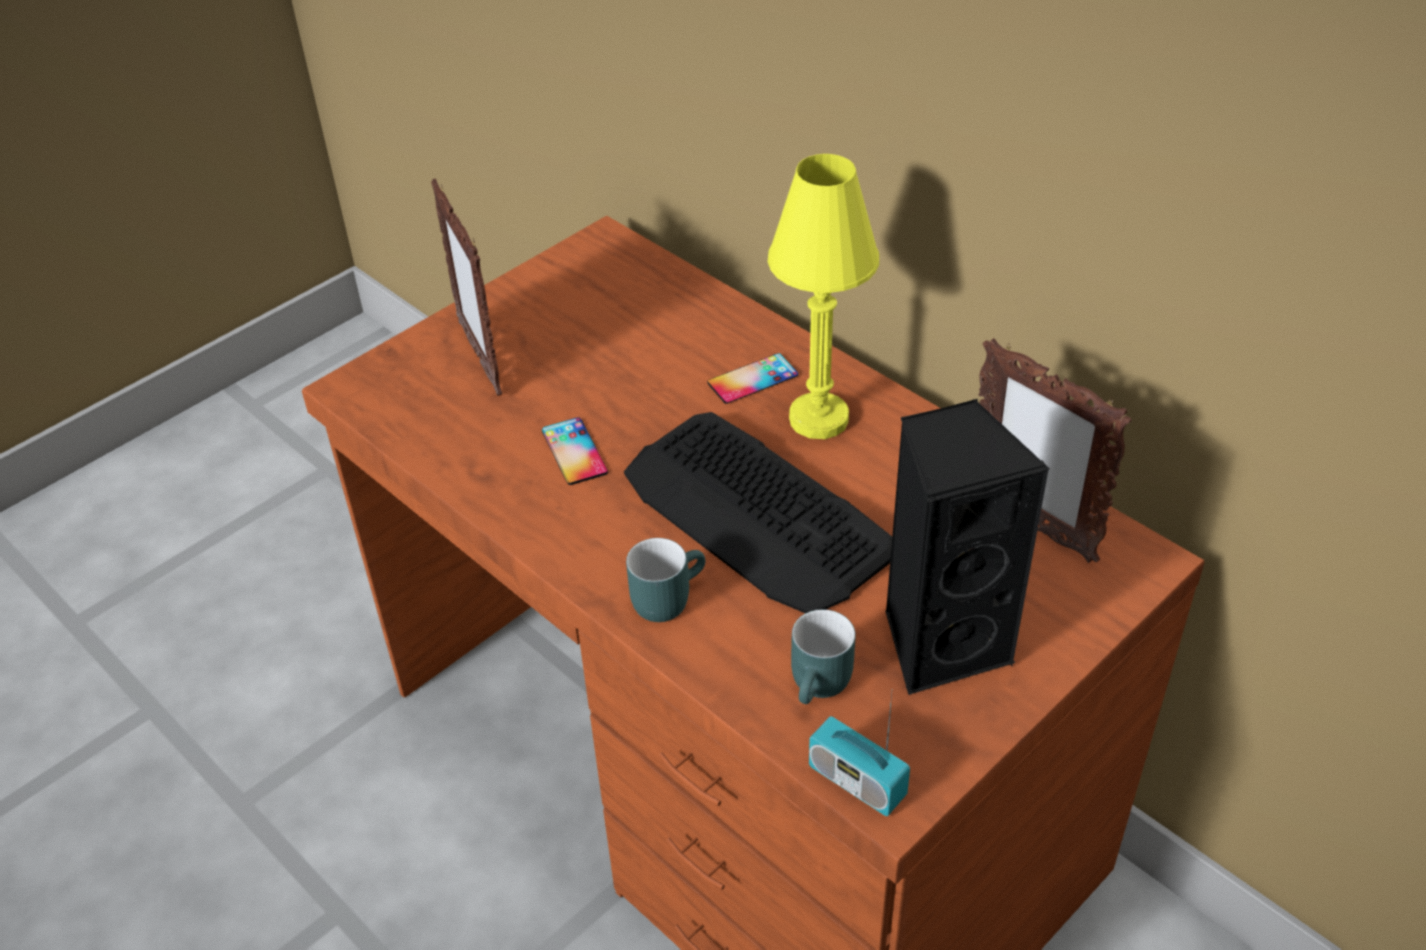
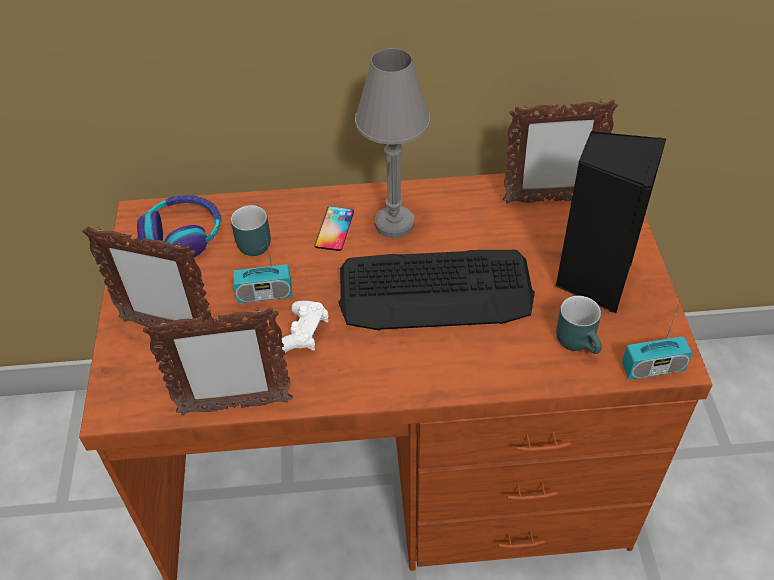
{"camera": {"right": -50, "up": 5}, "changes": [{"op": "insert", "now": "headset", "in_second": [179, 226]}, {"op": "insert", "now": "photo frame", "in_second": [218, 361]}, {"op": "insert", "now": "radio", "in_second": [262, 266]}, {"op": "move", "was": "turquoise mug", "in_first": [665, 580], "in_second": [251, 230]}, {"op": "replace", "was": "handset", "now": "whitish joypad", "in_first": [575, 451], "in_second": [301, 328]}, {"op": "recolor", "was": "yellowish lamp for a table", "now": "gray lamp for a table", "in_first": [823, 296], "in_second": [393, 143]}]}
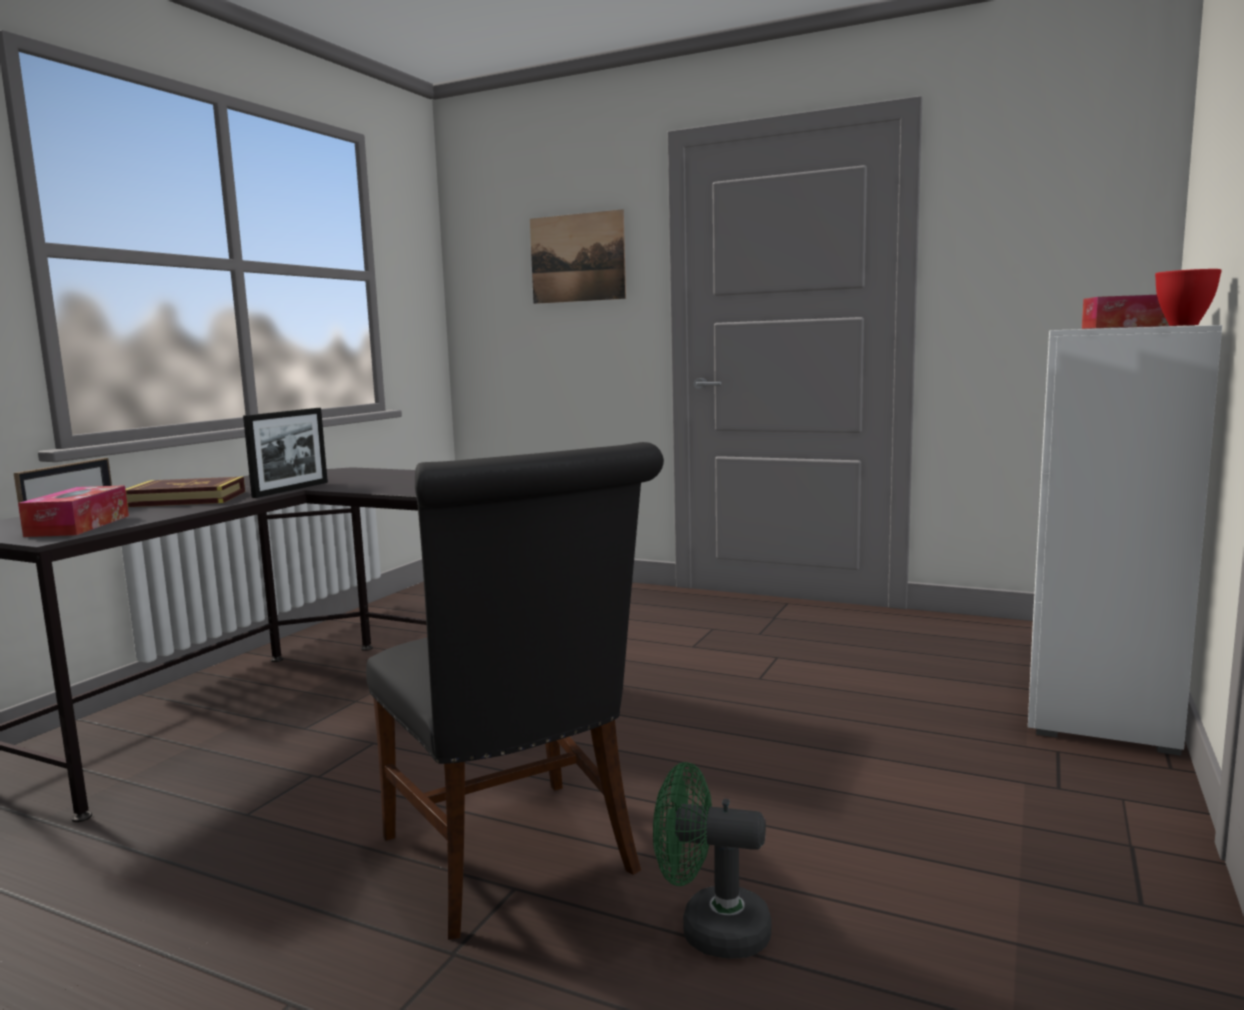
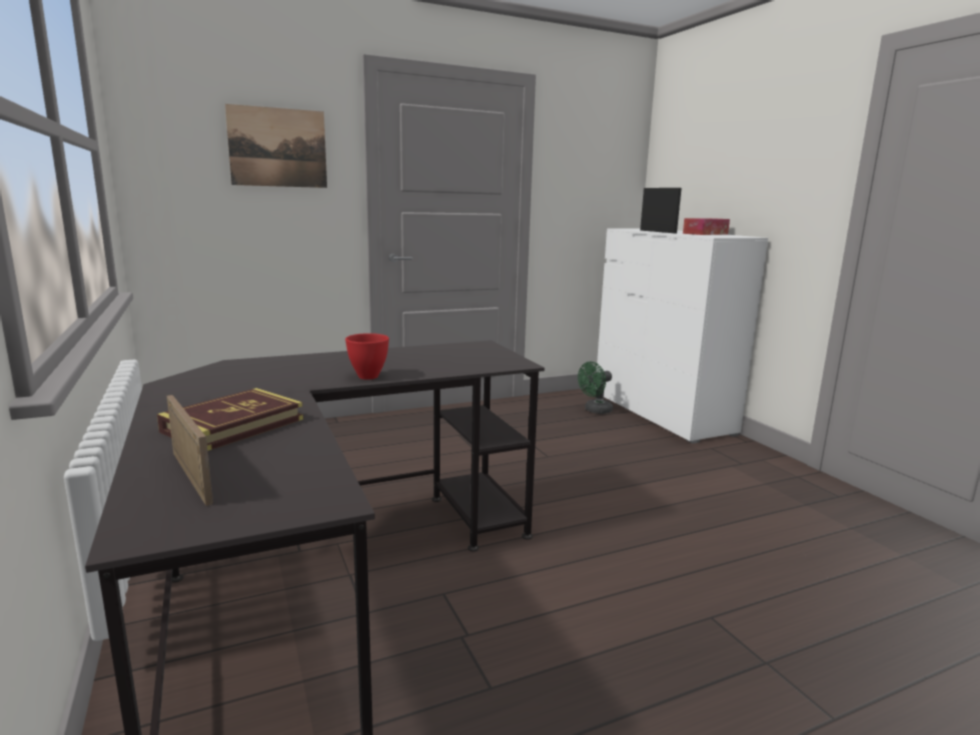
{"camera": {"right": -50, "up": 5}, "changes": [{"op": "delete", "was": "box of tissues", "in_first": [73, 511]}, {"op": "delete", "was": "black-coloured upright chair", "in_first": [515, 691]}, {"op": "move", "was": "photo frame", "in_first": [285, 453], "in_second": [661, 210]}, {"op": "move", "was": "greenish cooling fan", "in_first": [712, 860], "in_second": [595, 387]}, {"op": "move", "was": "reddish serving bowl", "in_first": [1188, 297], "in_second": [367, 356]}]}
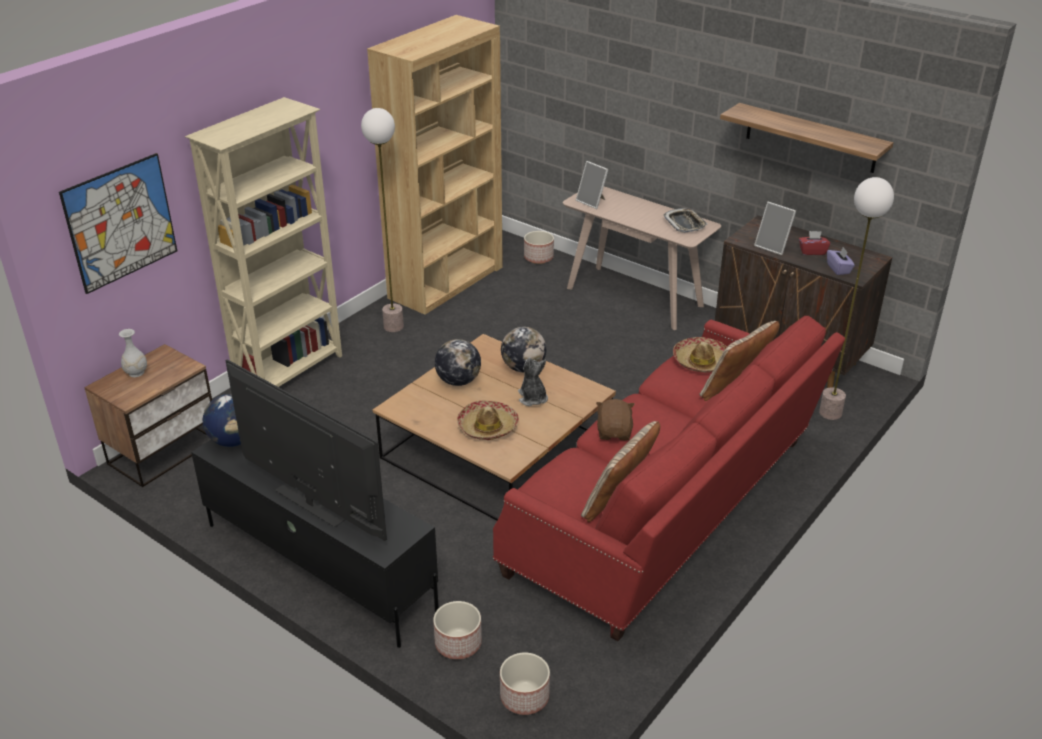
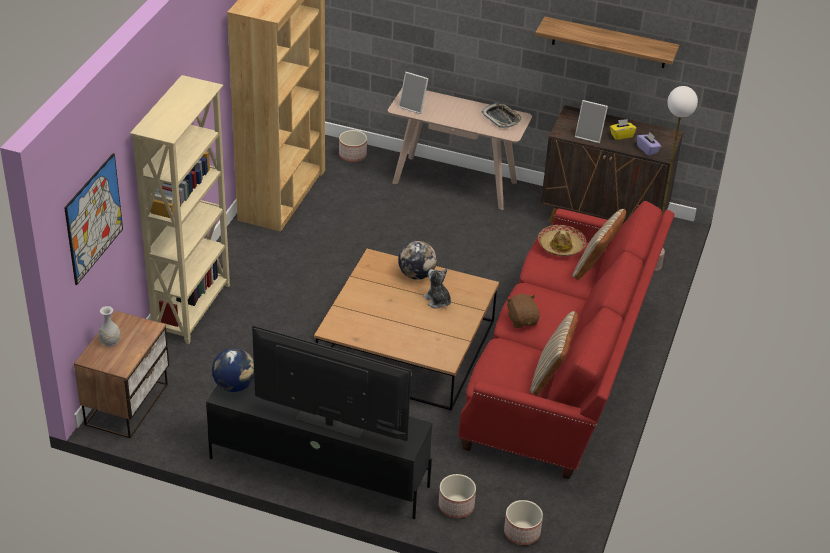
{"camera": {"right": -20, "up": 5}, "changes": [{"op": "delete", "was": "standard lamp", "in_first": [382, 220]}, {"op": "delete", "was": "desk globe", "in_first": [458, 362]}, {"op": "delete", "was": "wearable hat", "in_first": [488, 420]}, {"op": "recolor", "was": "reddish box of tissues", "now": "yellowish box of tissues", "in_first": [815, 243], "in_second": [623, 129]}]}
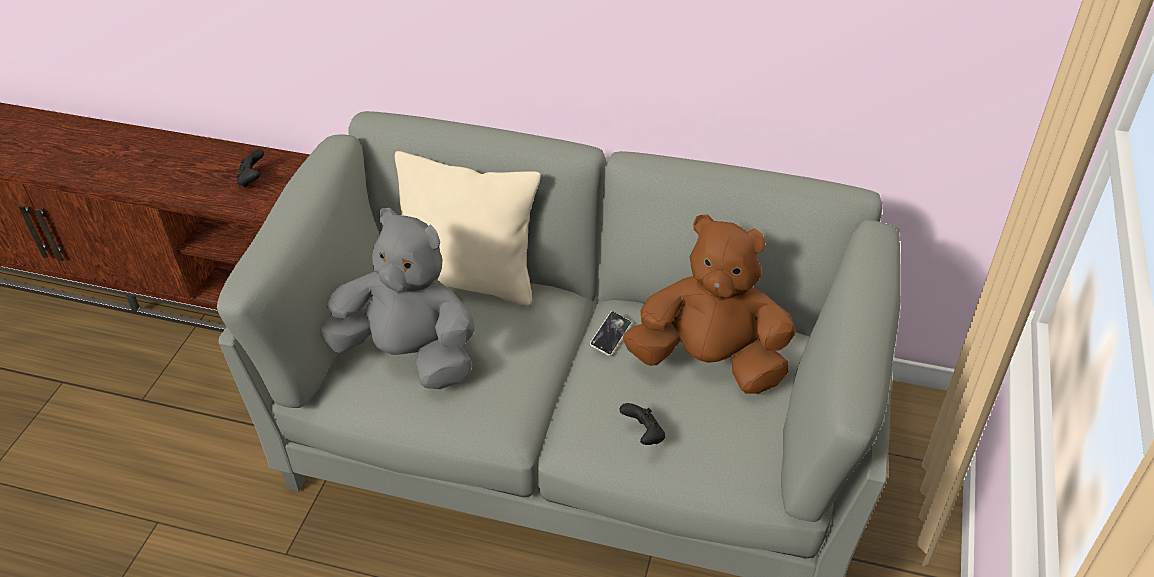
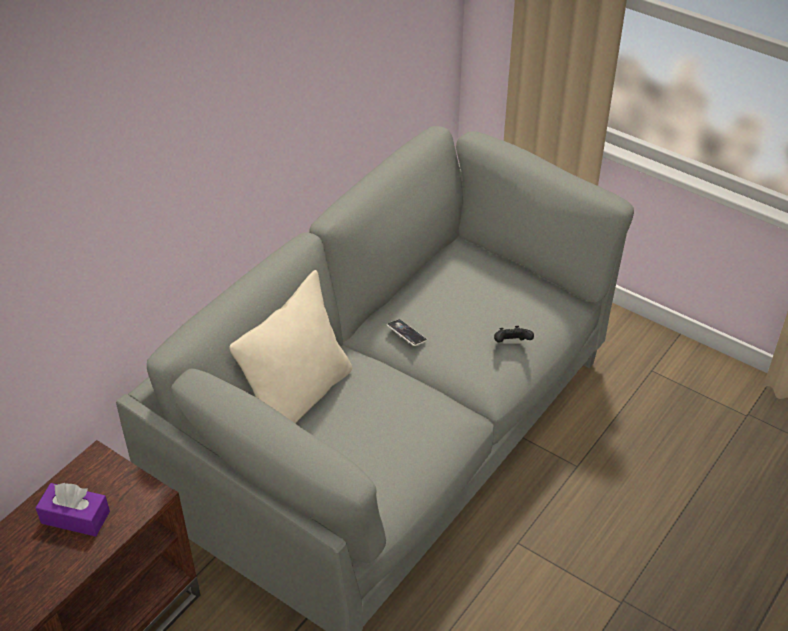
{"camera": {"right": -70, "up": 0}, "changes": [{"op": "delete", "was": "gray soft toy", "in_first": [397, 298]}, {"op": "delete", "was": "brownish soft toy", "in_first": [709, 304]}, {"op": "replace", "was": "black-coloured joypad", "now": "purplish box of tissues", "in_first": [250, 168], "in_second": [73, 510]}]}
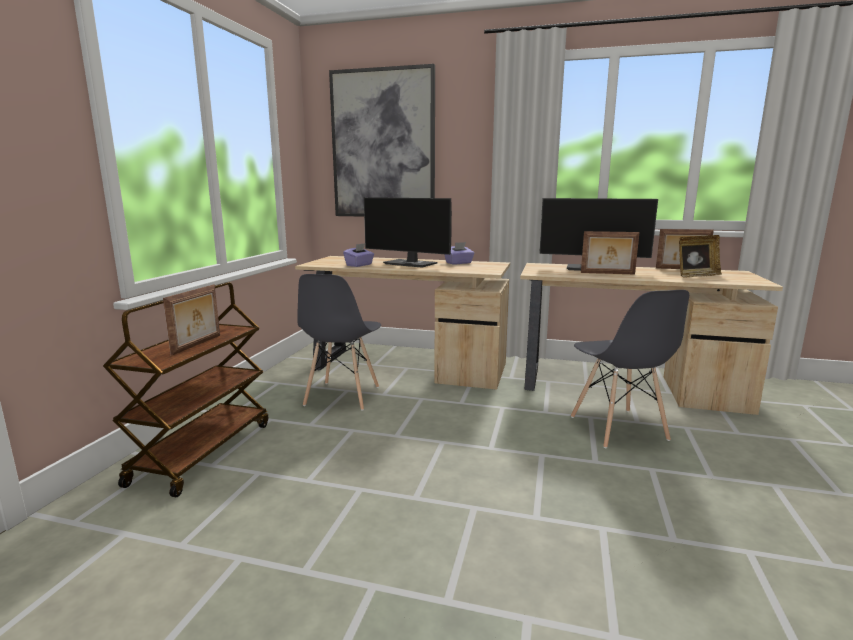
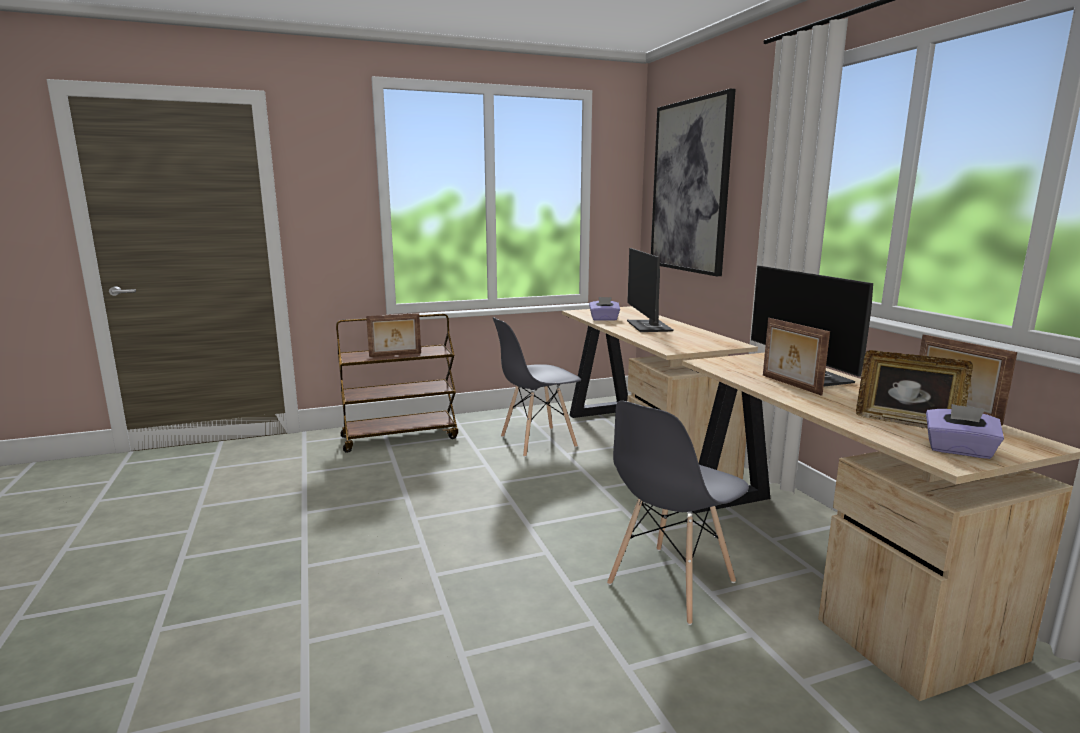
{"camera": {"right": 55, "up": 0}, "changes": [{"op": "move", "was": "purplish box of tissues", "in_first": [459, 253], "in_second": [965, 431]}]}
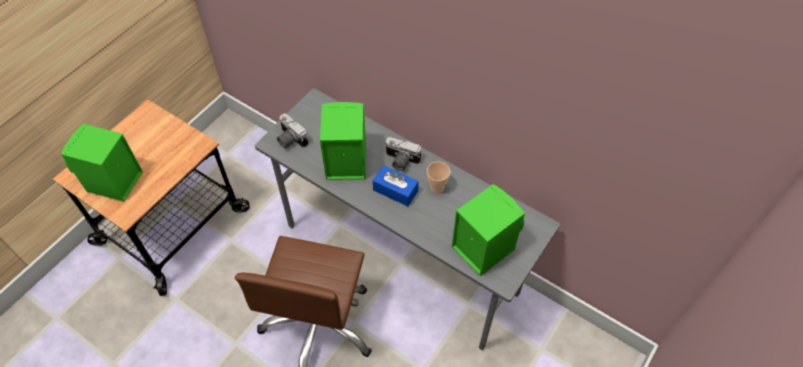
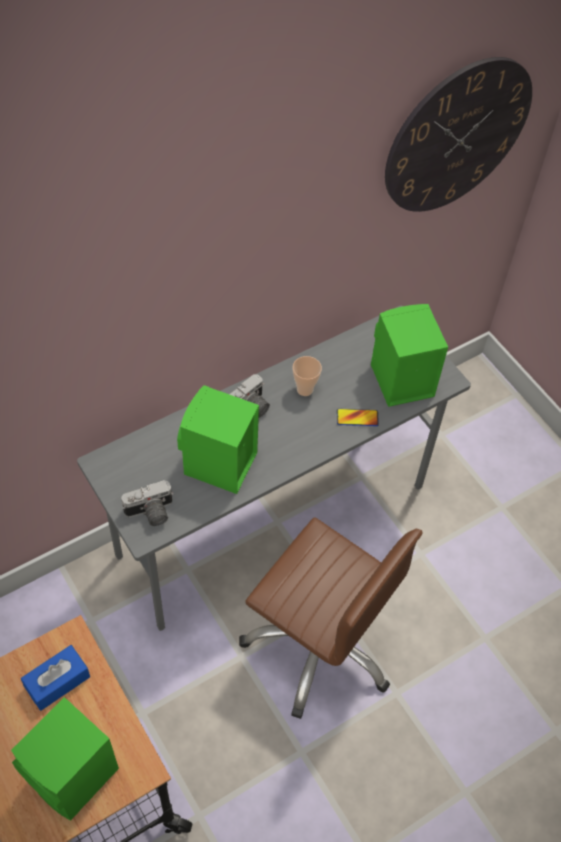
{"camera": {"right": -70, "up": 0}, "changes": [{"op": "insert", "now": "handset", "in_second": [358, 417]}, {"op": "insert", "now": "clock on the wall", "in_second": [458, 134]}, {"op": "move", "was": "blue-coloured box of tissues", "in_first": [396, 185], "in_second": [55, 678]}]}
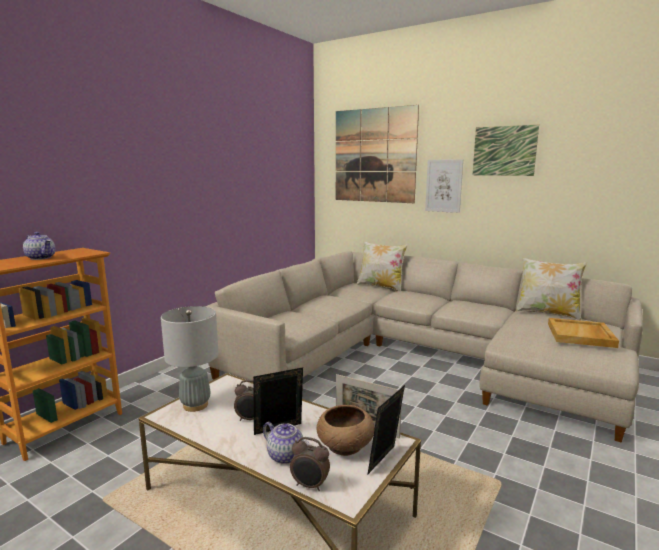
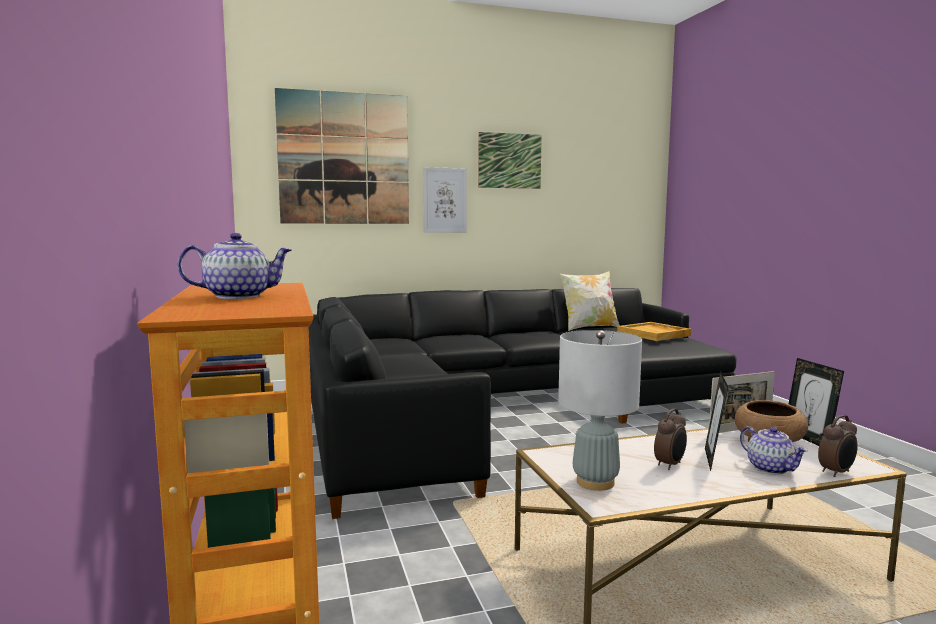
{"camera": {"right": -50, "up": -5}, "changes": [{"op": "delete", "was": "throw pillow", "in_first": [382, 266]}, {"op": "recolor", "was": "beige-coloured settee", "now": "black-coloured settee", "in_first": [424, 347], "in_second": [522, 403]}, {"op": "rotate", "was": "pot for tea", "in_first": [286, 443], "in_second": [774, 450], "clockwise": 75}]}
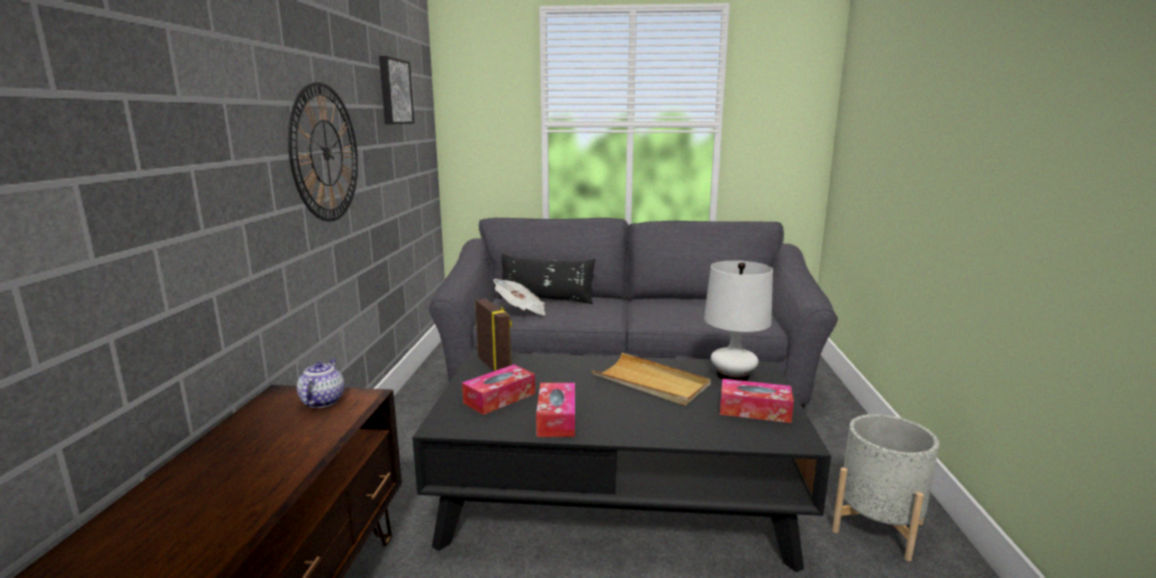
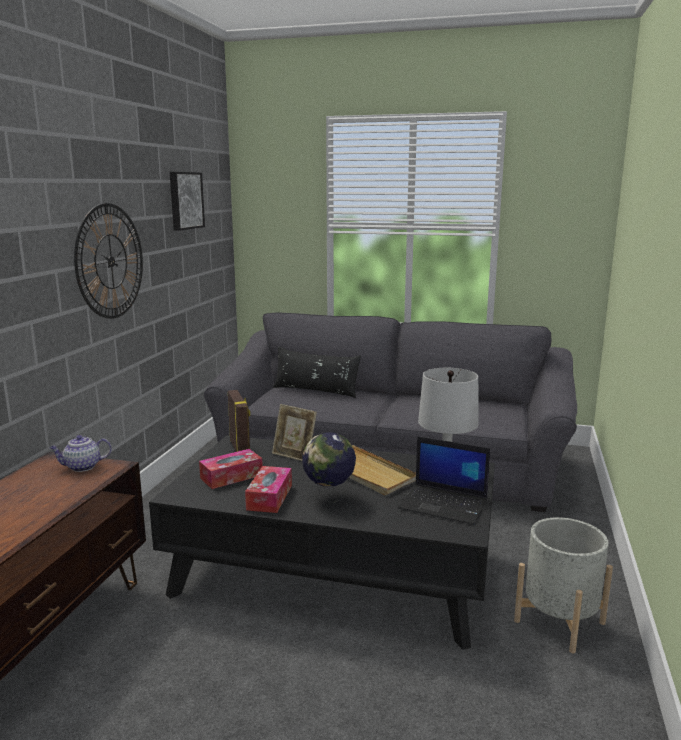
{"camera": {"right": 10, "up": 0}, "changes": [{"op": "delete", "was": "newspaper", "in_first": [519, 297]}, {"op": "insert", "now": "photo frame", "in_second": [294, 432]}, {"op": "insert", "now": "desk globe", "in_second": [329, 467]}, {"op": "replace", "was": "box of tissues", "now": "laptop", "in_first": [757, 401], "in_second": [444, 481]}, {"op": "rotate", "was": "pot for tea", "in_first": [320, 383], "in_second": [80, 453], "clockwise": -120}]}
